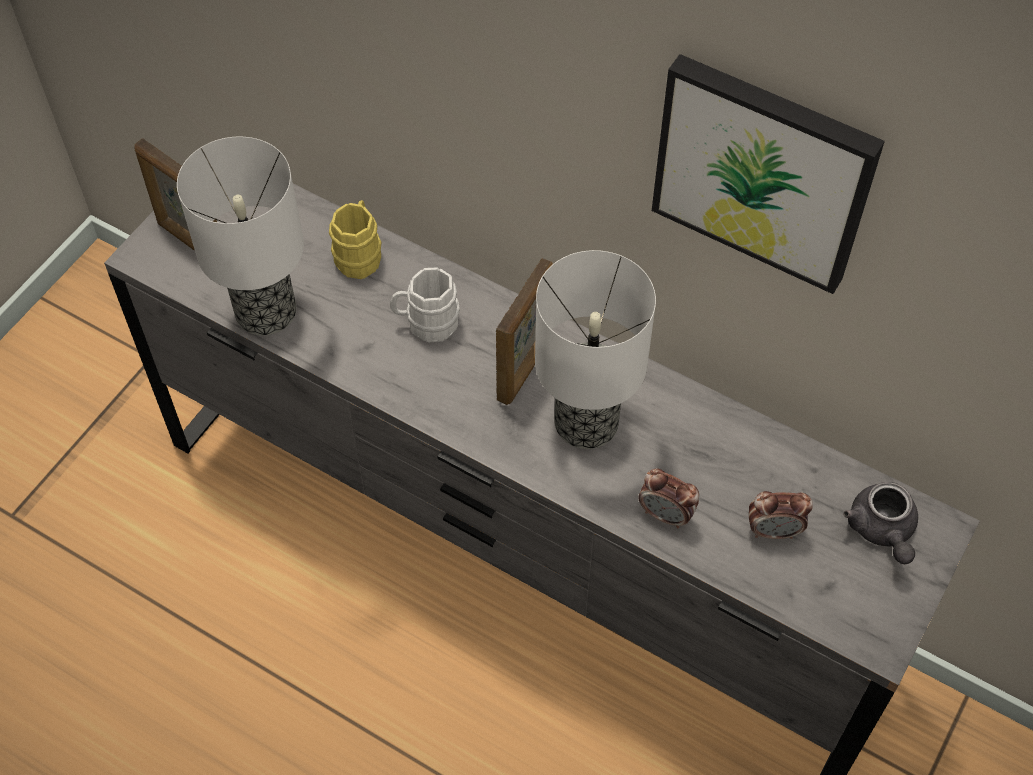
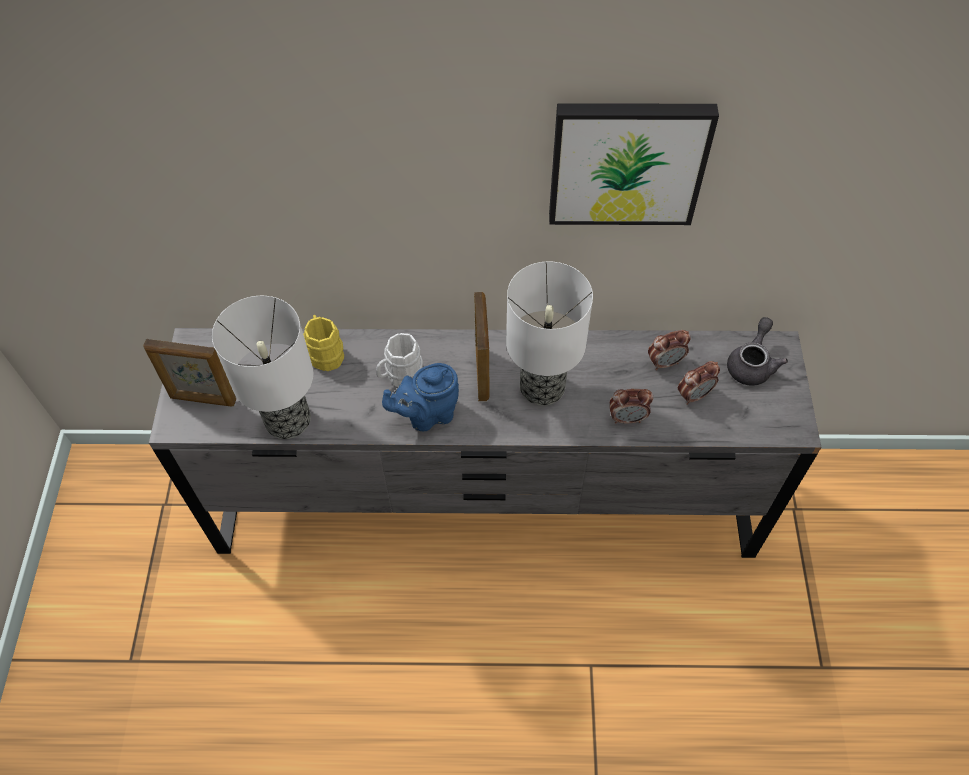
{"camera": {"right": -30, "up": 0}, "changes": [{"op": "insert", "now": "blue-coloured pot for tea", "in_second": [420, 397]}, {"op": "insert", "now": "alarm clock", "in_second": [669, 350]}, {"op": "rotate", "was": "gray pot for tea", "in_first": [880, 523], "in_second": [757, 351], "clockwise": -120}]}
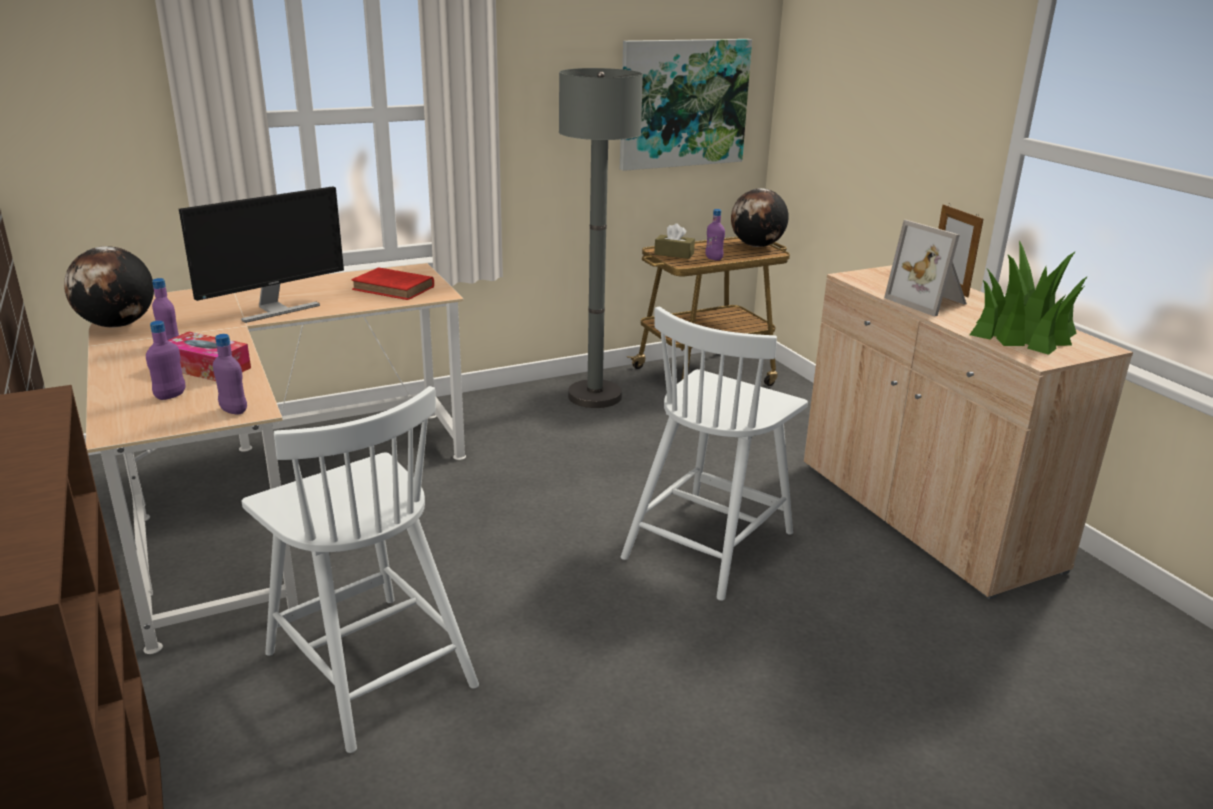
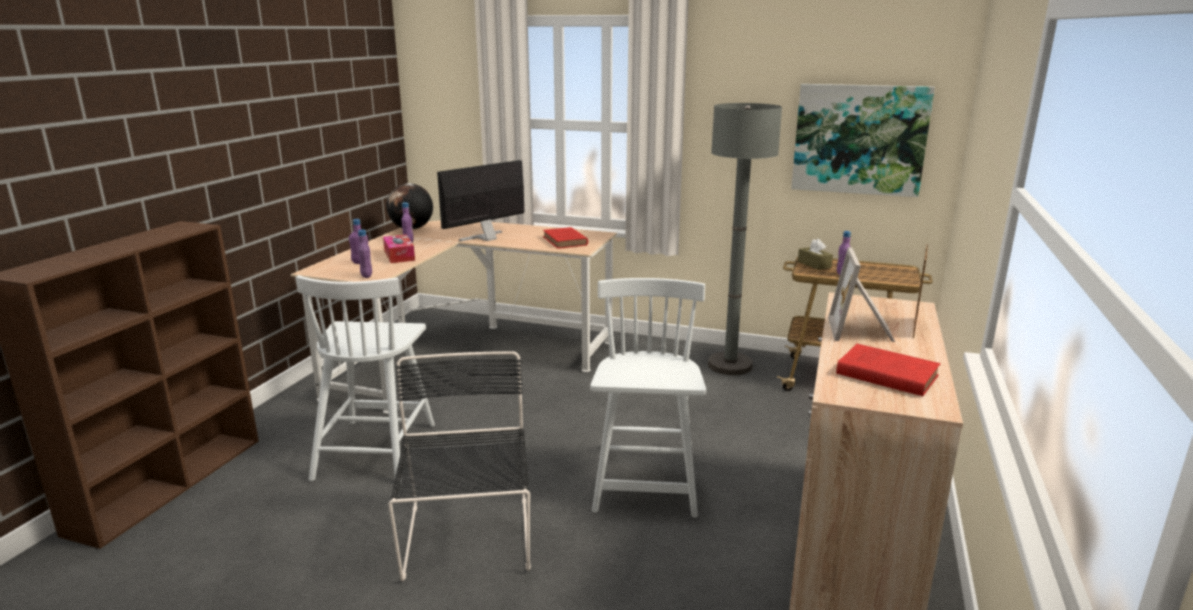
{"camera": {"right": 45, "up": -5}, "changes": [{"op": "delete", "was": "desk globe", "in_first": [760, 217]}, {"op": "insert", "now": "black-coloured upright chair", "in_second": [459, 466]}, {"op": "replace", "was": "potted plant", "now": "reddish book", "in_first": [1029, 297], "in_second": [888, 370]}, {"op": "rotate", "was": "computer display", "in_first": [261, 254], "in_second": [480, 201], "clockwise": 135}, {"op": "rotate", "was": "whitish upright chair", "in_first": [714, 454], "in_second": [648, 398], "clockwise": 105}]}
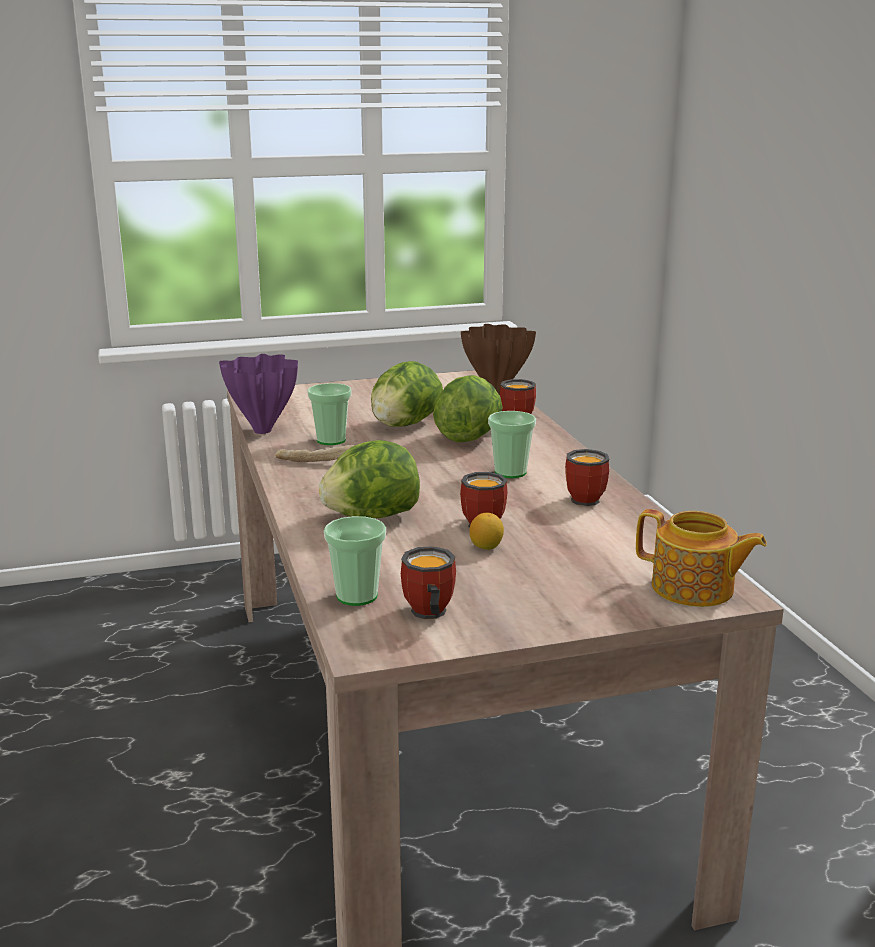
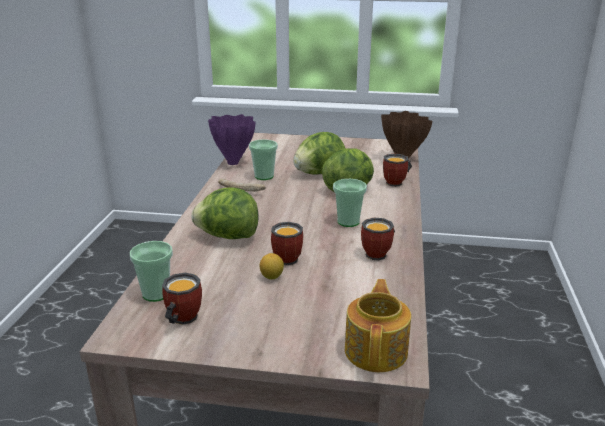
{"camera": {"right": 25, "up": 5}, "changes": [{"op": "rotate", "was": "pot for tea", "in_first": [701, 558], "in_second": [378, 325], "clockwise": -135}]}
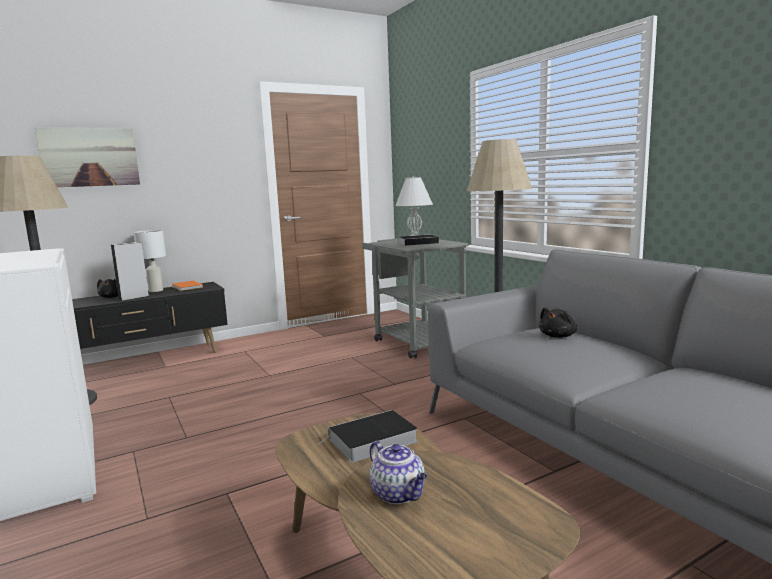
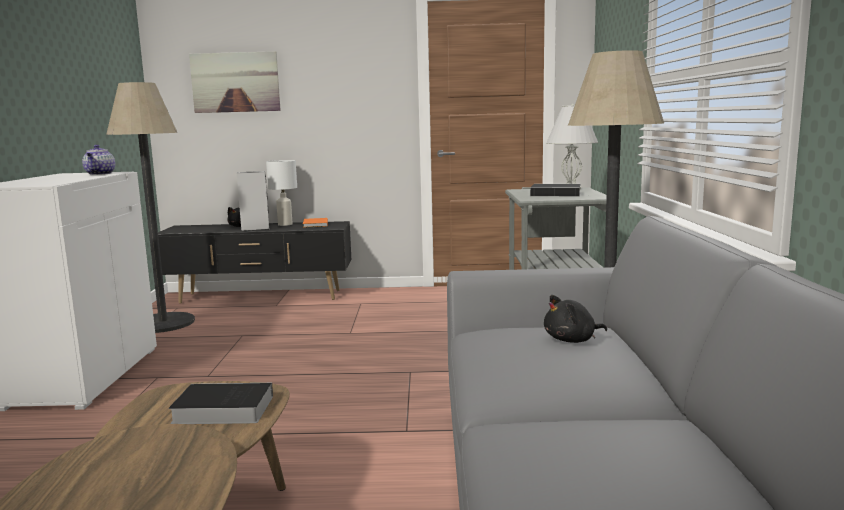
{"camera": {"right": 30, "up": 0}, "changes": [{"op": "move", "was": "pot for tea", "in_first": [398, 472], "in_second": [98, 160]}]}
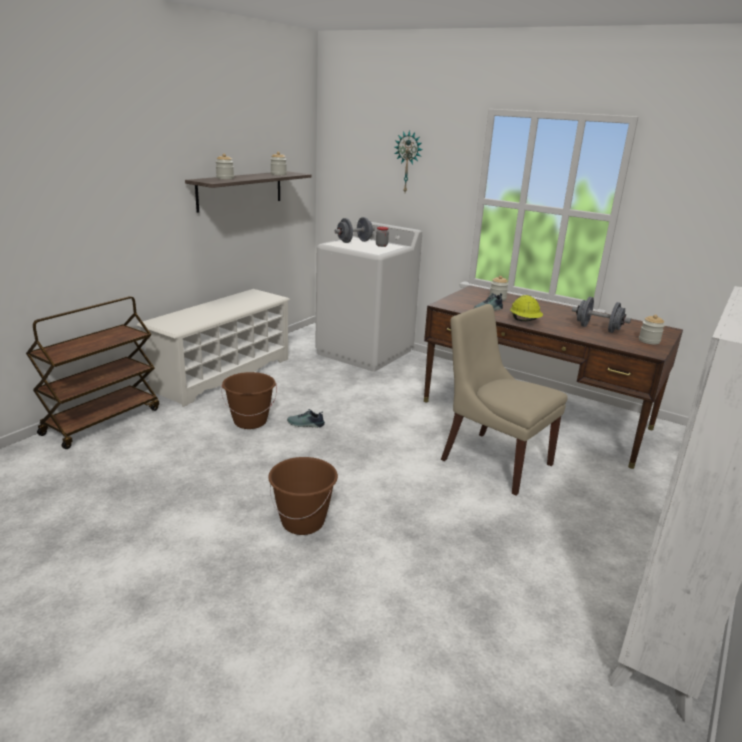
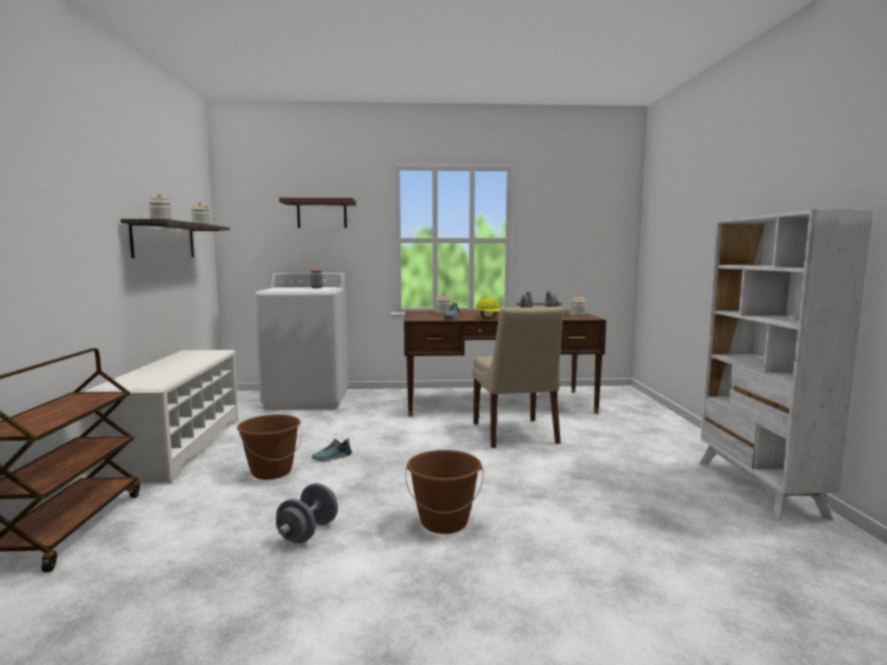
{"camera": {"right": -35, "up": -15}, "changes": [{"op": "move", "was": "gray free weight", "in_first": [355, 230], "in_second": [307, 513]}, {"op": "replace", "was": "clock on the wall", "now": "shelf", "in_first": [408, 161], "in_second": [317, 213]}, {"op": "rotate", "was": "beige-coloured upright chair", "in_first": [504, 400], "in_second": [517, 377], "clockwise": -105}]}
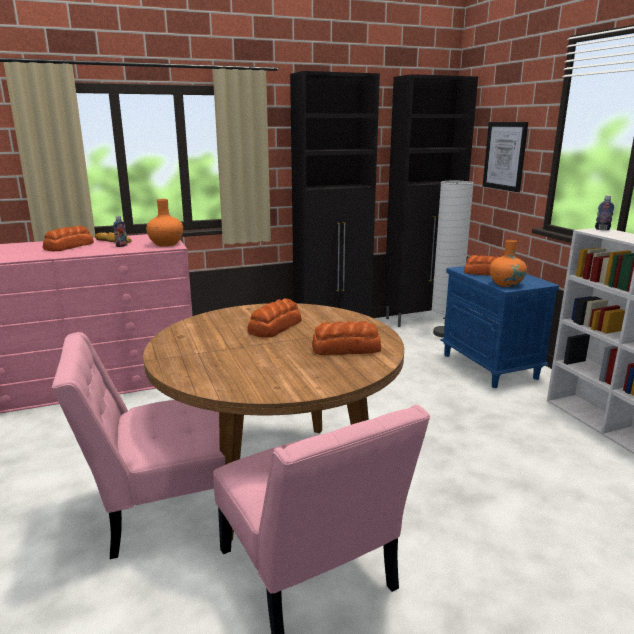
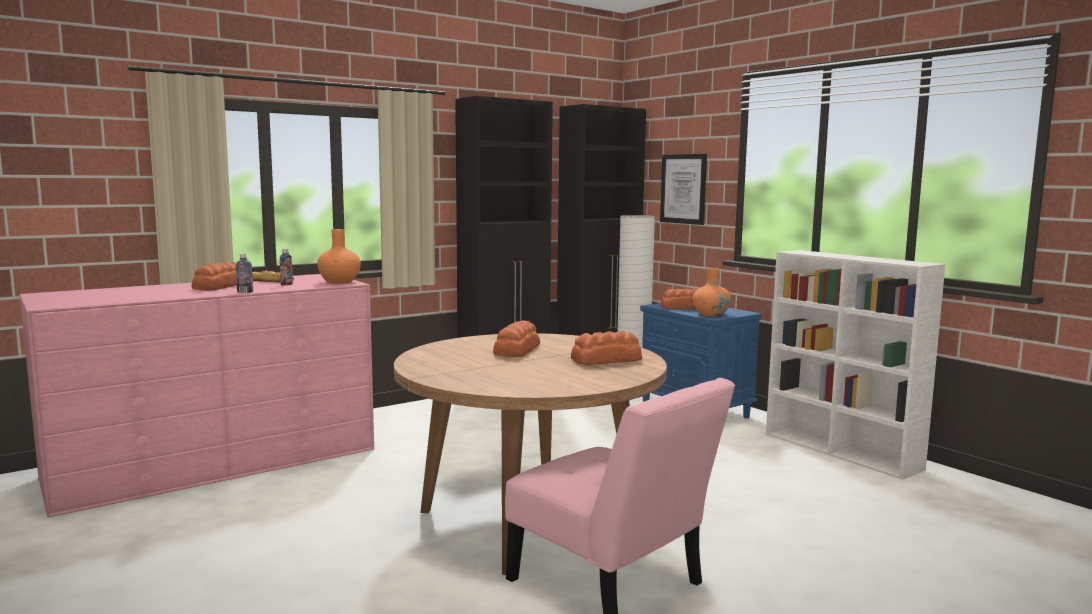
{"camera": {"right": -15, "up": -10}, "changes": [{"op": "delete", "was": "pink upright chair", "in_first": [138, 445]}, {"op": "move", "was": "bottle", "in_first": [604, 212], "in_second": [244, 273]}]}
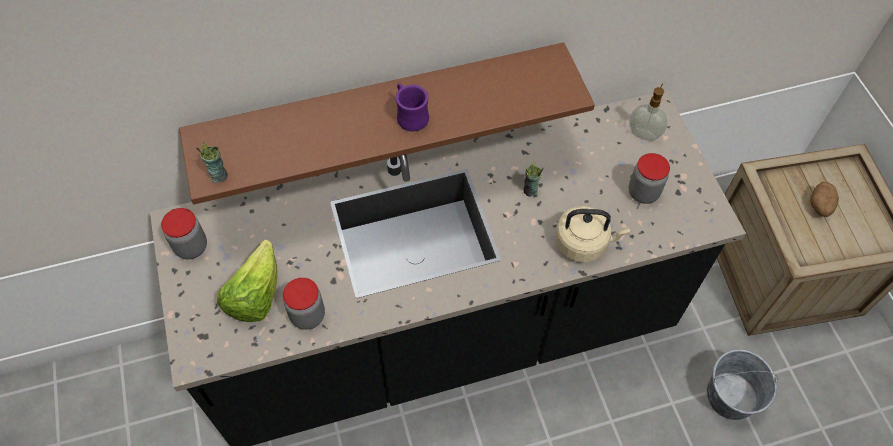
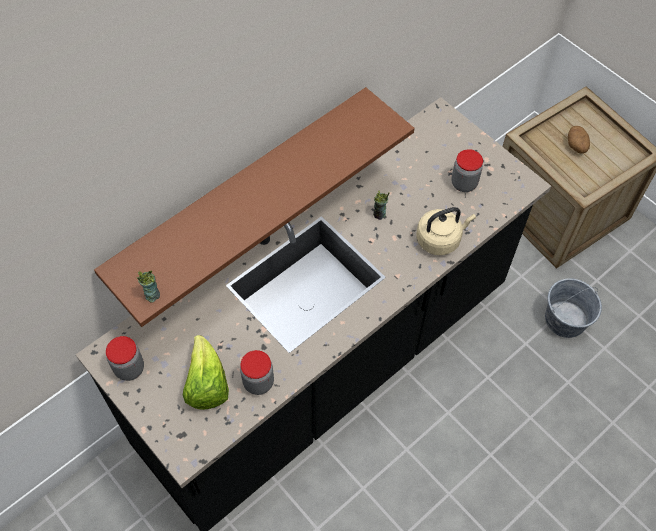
{"camera": {"right": -25, "up": 0}, "changes": [{"op": "delete", "was": "purplish mug", "in_first": [412, 107]}, {"op": "delete", "was": "soap bottle", "in_first": [648, 112]}]}
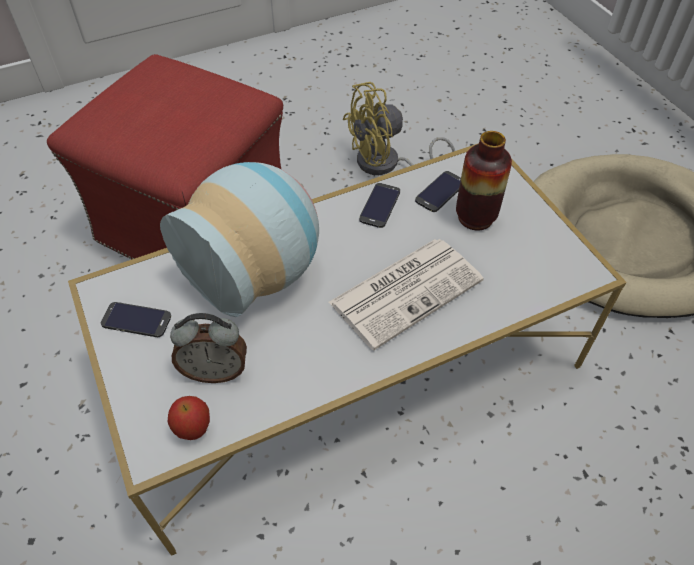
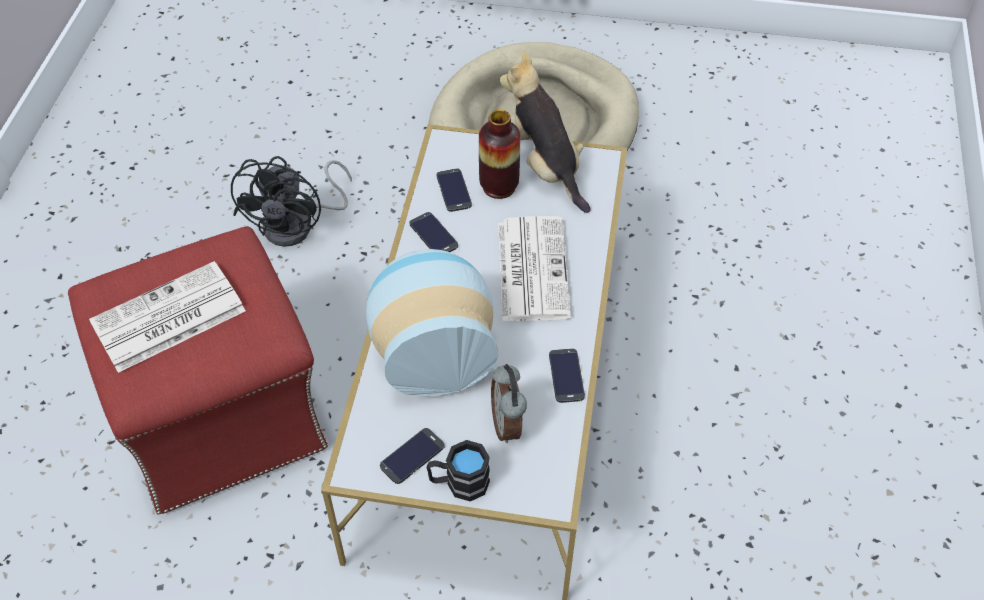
{"camera": {"right": -55, "up": 0}, "changes": [{"op": "delete", "was": "apple", "in_first": [188, 418]}, {"op": "insert", "now": "newspaper", "in_second": [167, 317]}, {"op": "insert", "now": "black-coloured mug", "in_second": [458, 470]}, {"op": "insert", "now": "soft toy", "in_second": [545, 132]}, {"op": "insert", "now": "handset", "in_second": [567, 376]}, {"op": "recolor", "was": "yellowish cooling fan", "now": "black-coloured cooling fan", "in_first": [399, 128], "in_second": [291, 201]}, {"op": "rotate", "was": "alarm clock", "in_first": [208, 348], "in_second": [509, 403], "clockwise": 135}]}
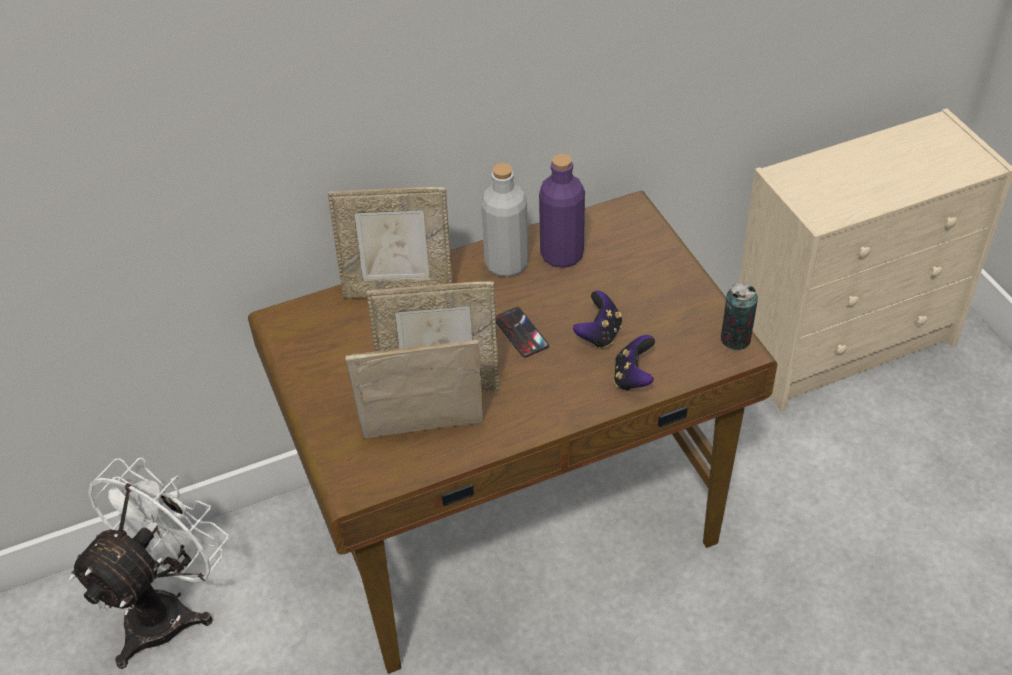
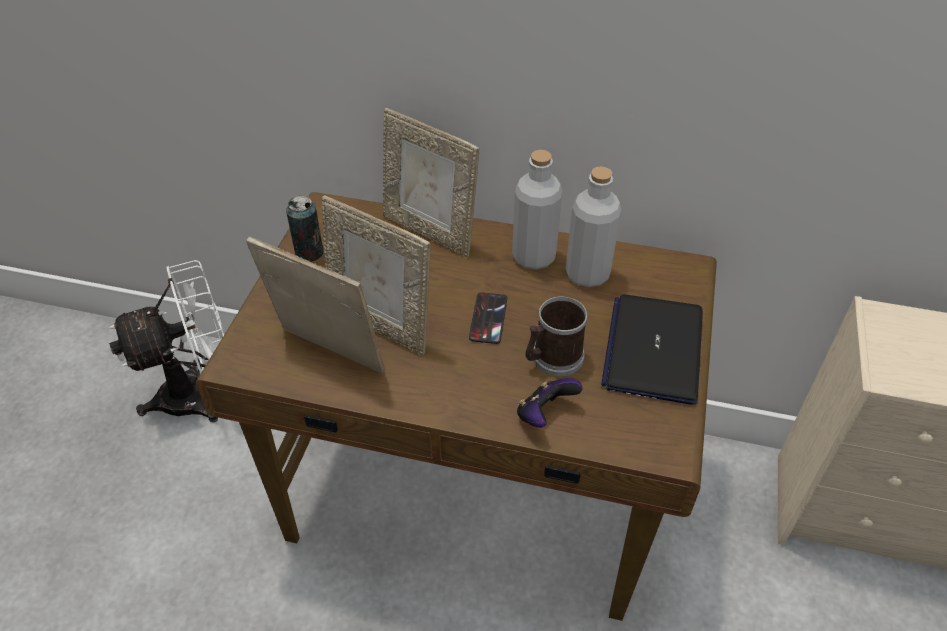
{"camera": {"right": 35, "up": 0}, "changes": [{"op": "insert", "now": "laptop", "in_second": [652, 350]}, {"op": "move", "was": "sealed can", "in_first": [739, 316], "in_second": [304, 229]}, {"op": "replace", "was": "joypad", "now": "mug", "in_first": [597, 320], "in_second": [556, 336]}, {"op": "recolor", "was": "purplish bottle", "now": "gray bottle", "in_first": [562, 211], "in_second": [593, 226]}]}
